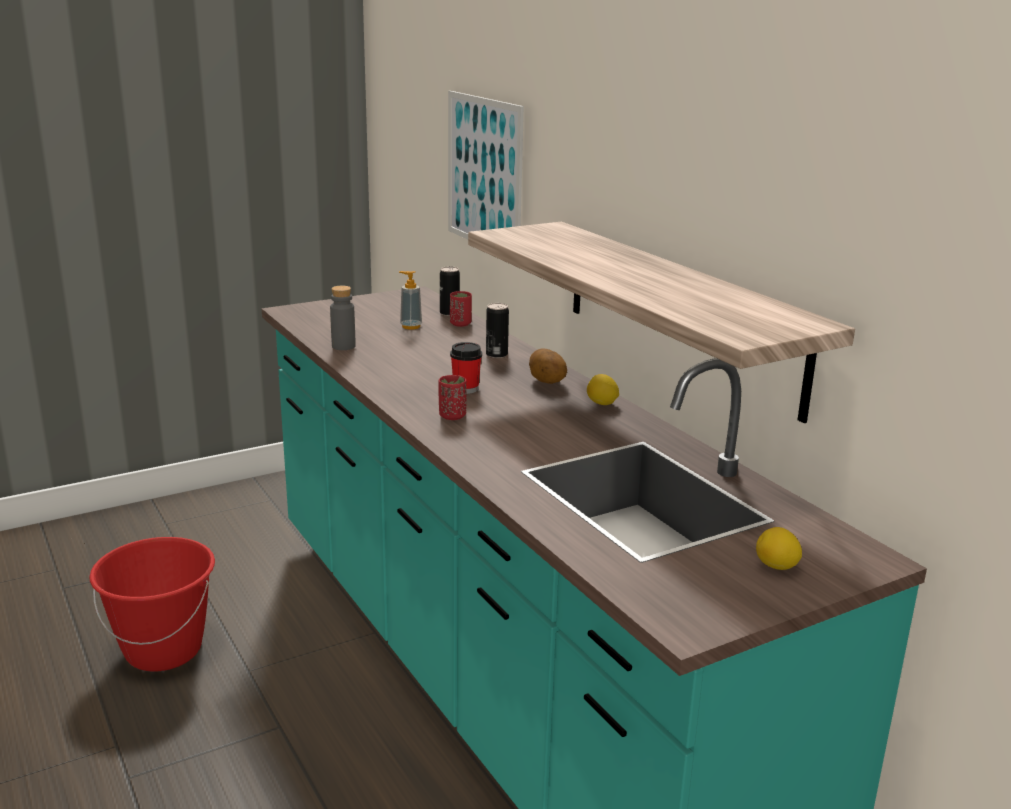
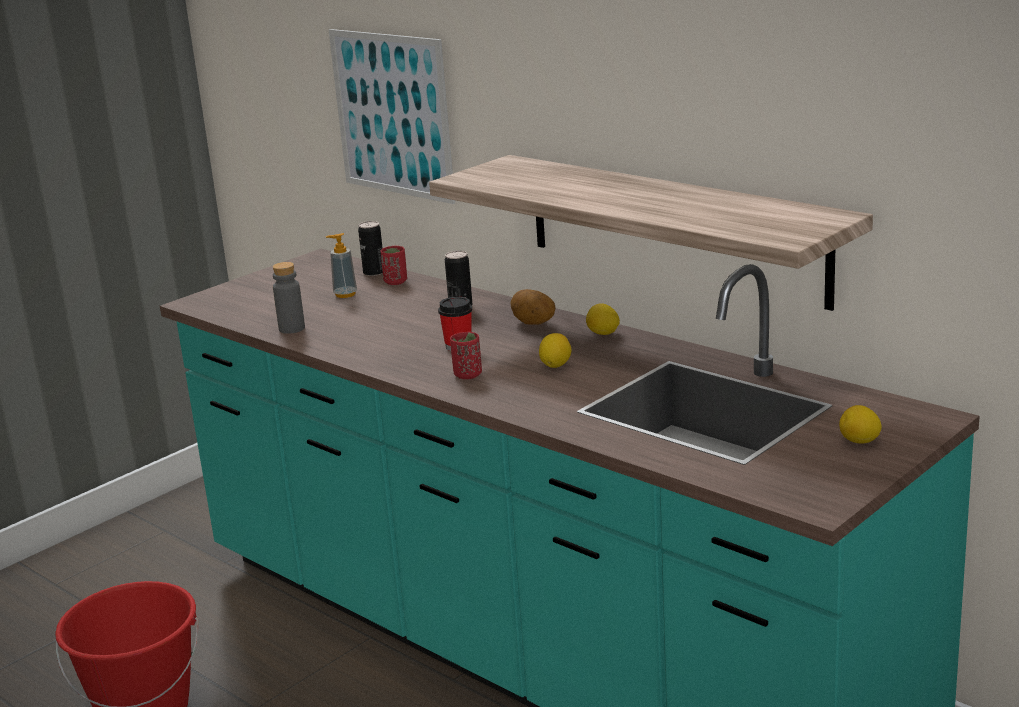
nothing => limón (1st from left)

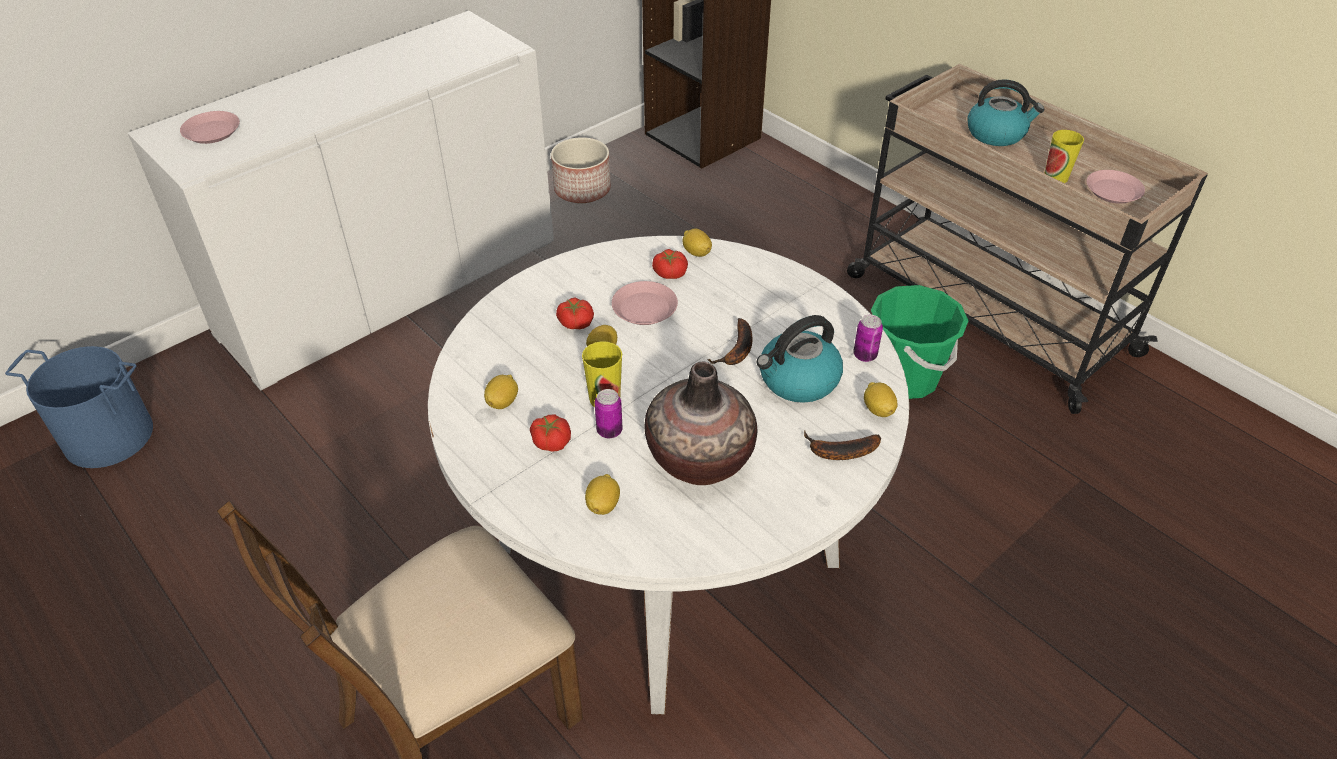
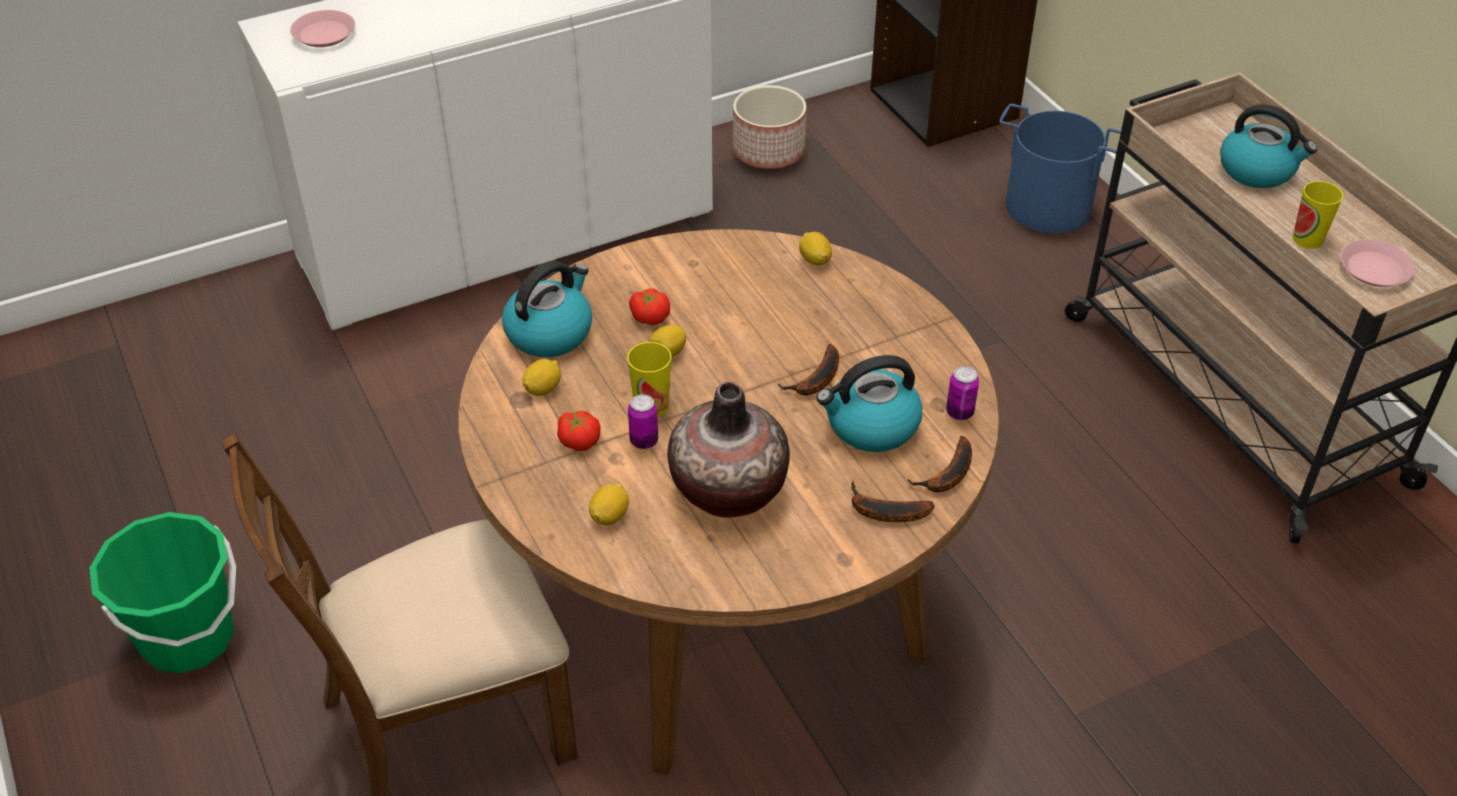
mesa de comedor (blanco) => mesa de comedor (marrón)
tomate (3rd from left) => nothing
plato (rosa) (2nd from left) => nothing
cubo (verde), moved
cubo (azul), moved
limón (5th from left) => plátano (3rd from left)
nothing => hervidor (1st from left)

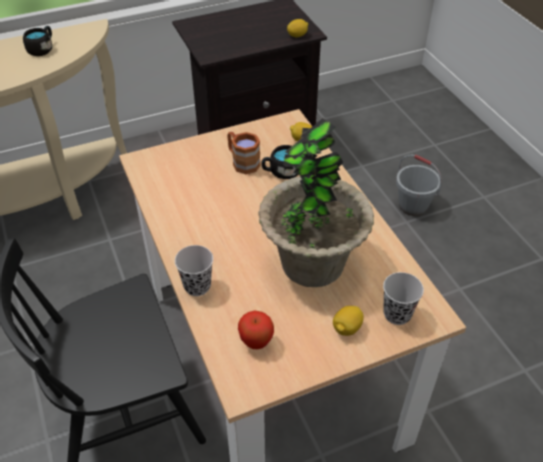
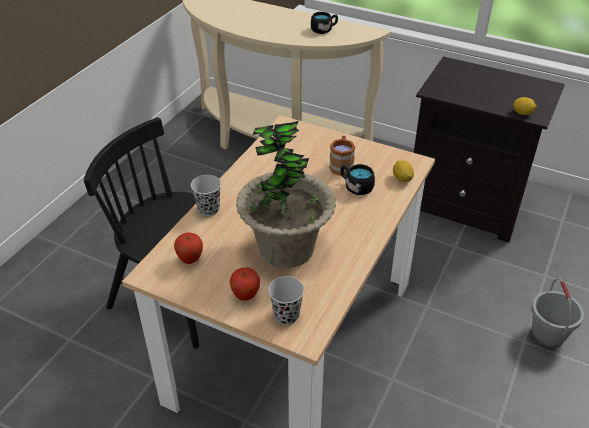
limón (3rd from left) => manzana (2nd from left)

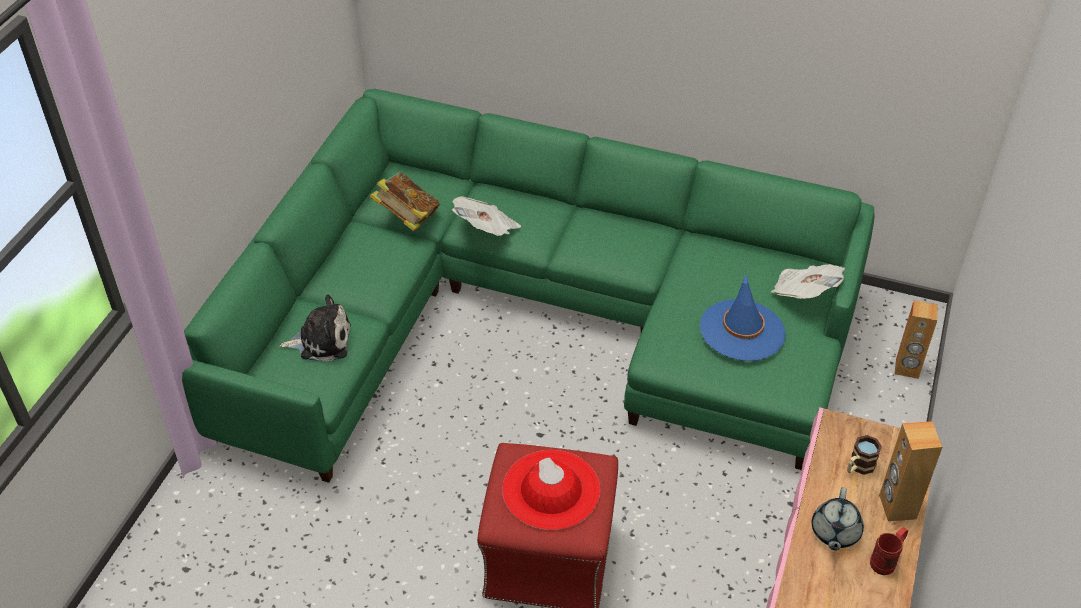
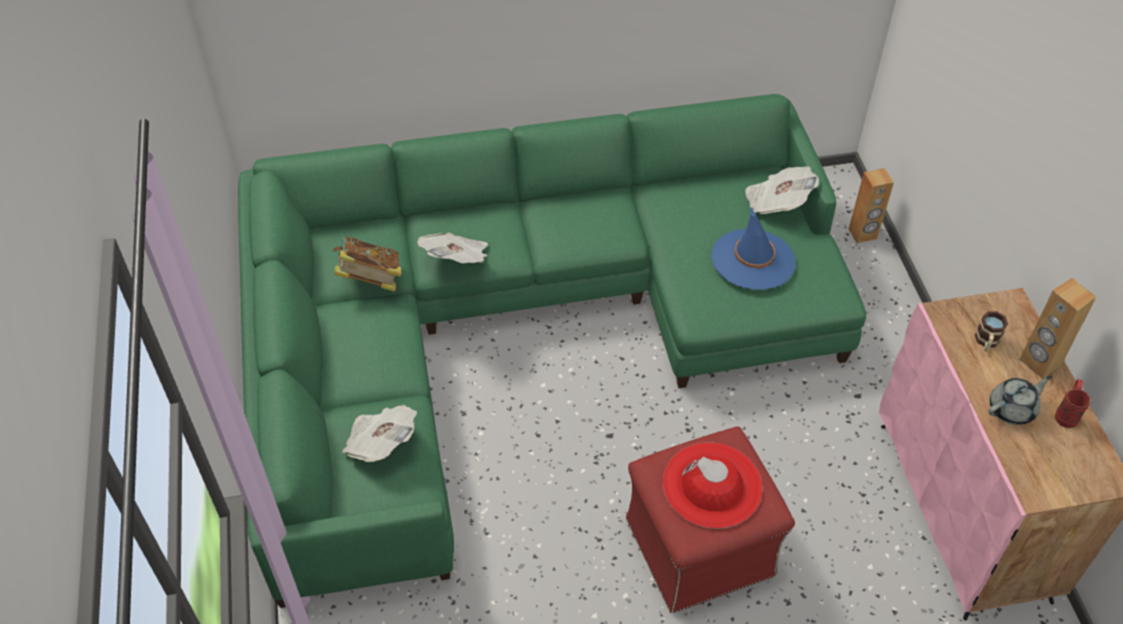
peluche => periódico (1st from left)
tetera (gris), 105 degrees counterclockwise

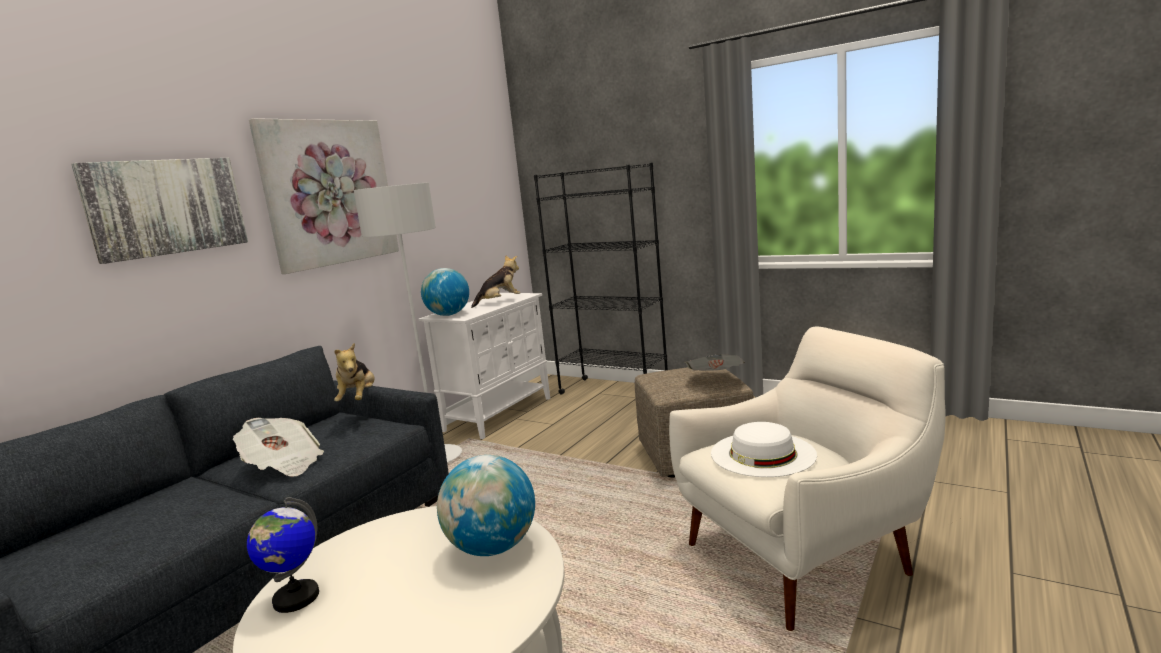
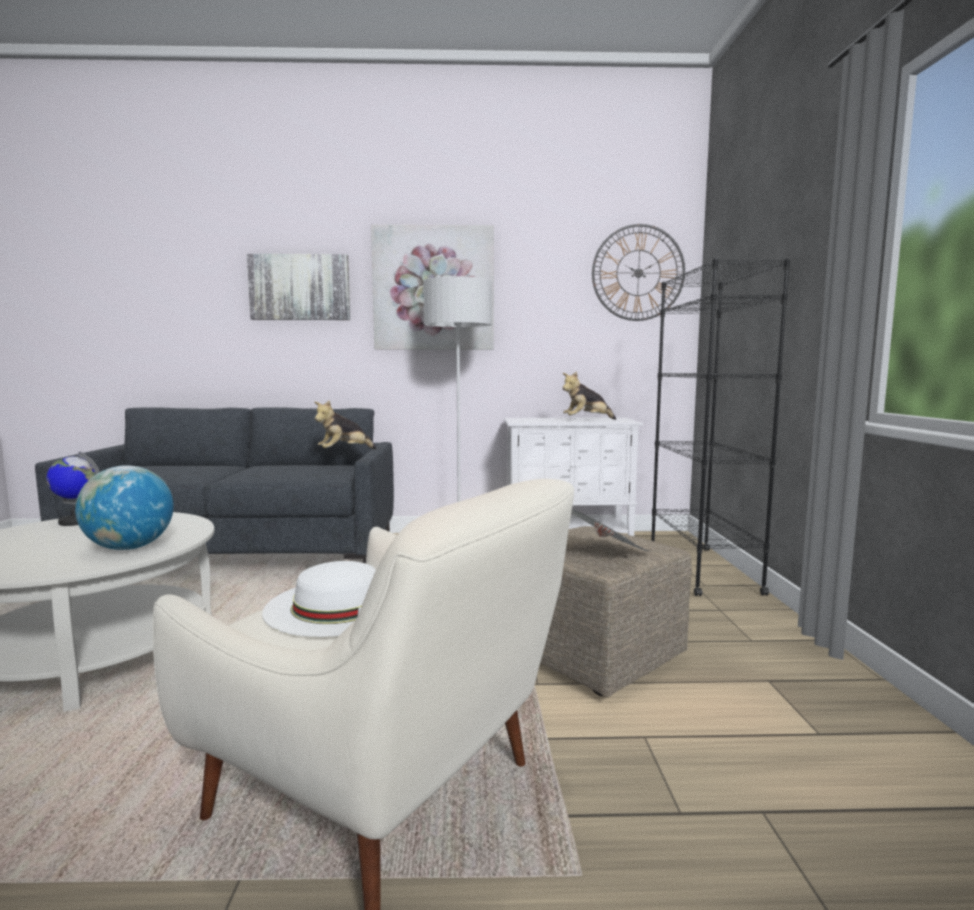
peluche (2nd from left), 135 degrees clockwise
globo terráqueo (2nd from left) => nothing
periódico (1st from left) => nothing
nothing => reloj de pared

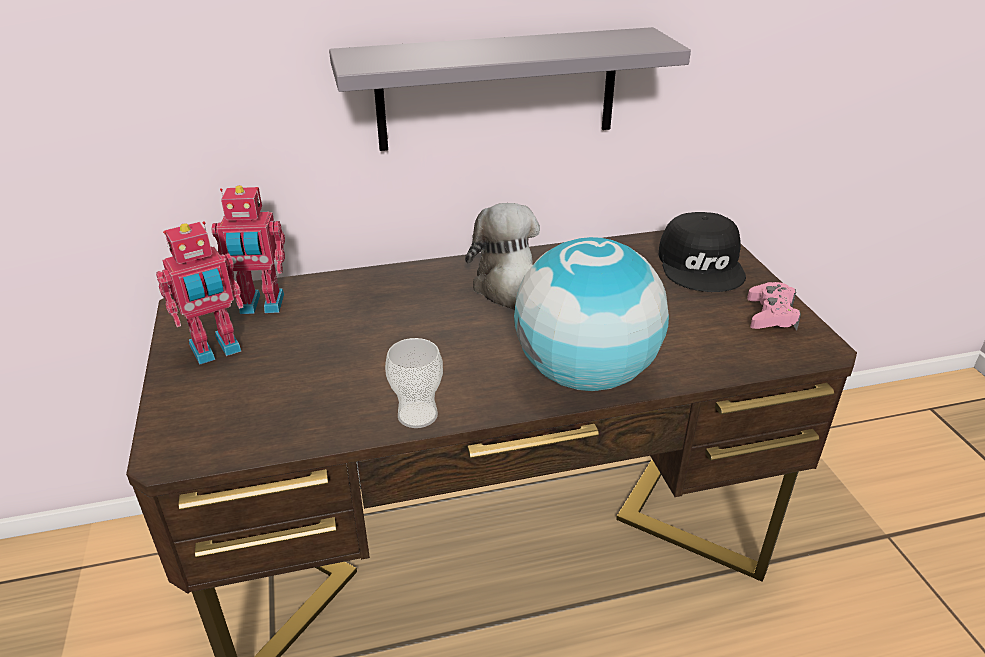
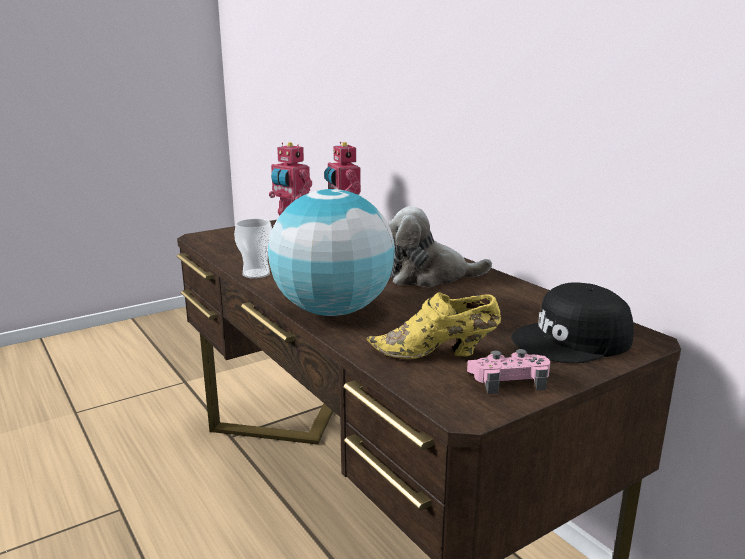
estante (gris) => nothing
peluche, 150 degrees counterclockwise
nothing => zapato (amarillo)

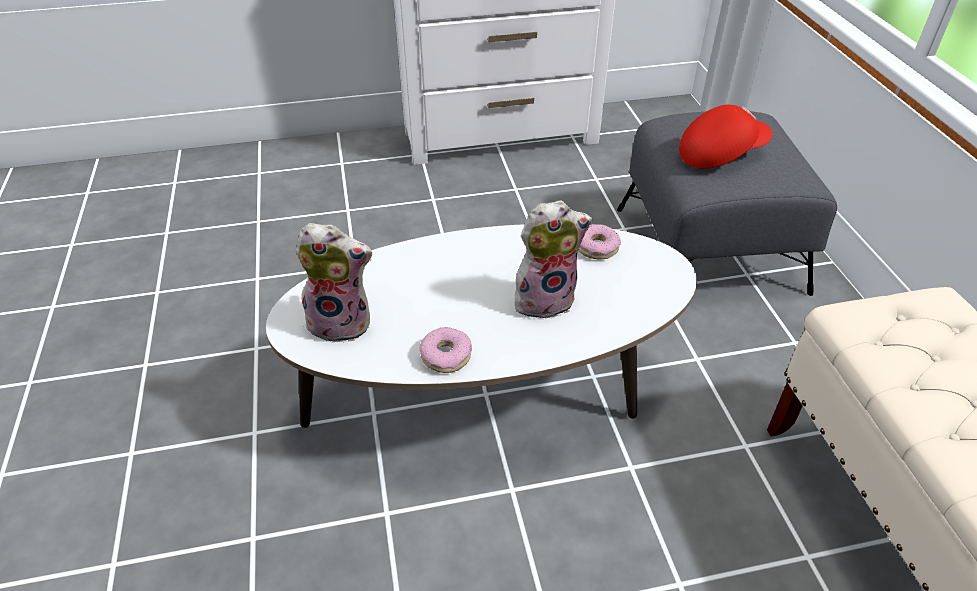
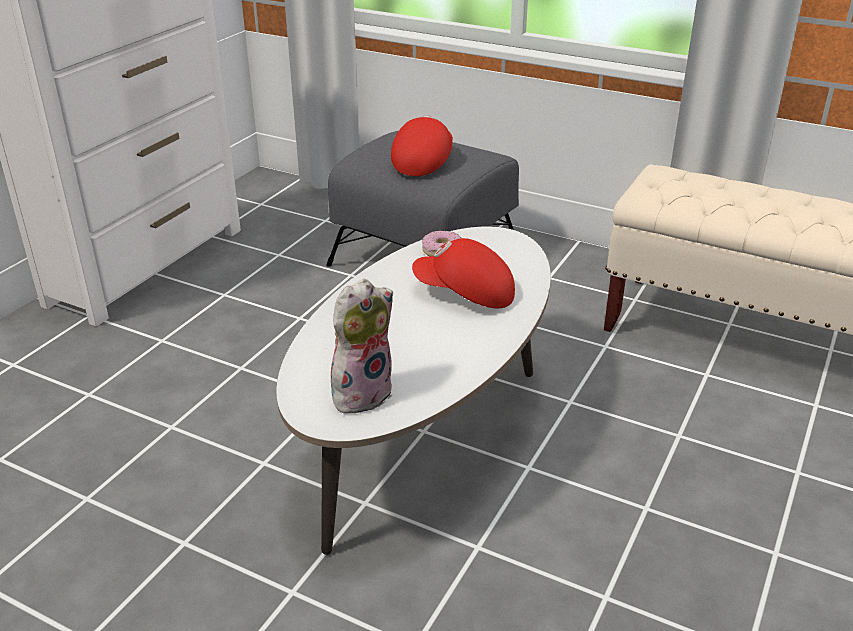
peluche (2nd from left) => gorra (rojo) (2nd from left)
rosquilla (1st from left) => nothing

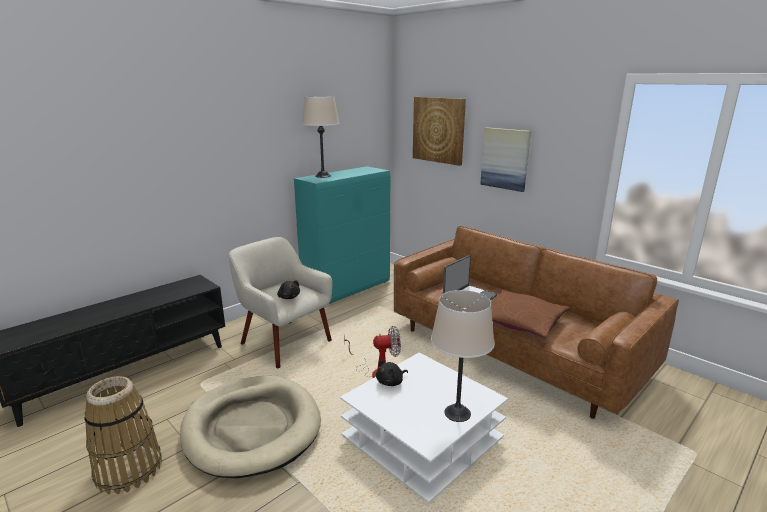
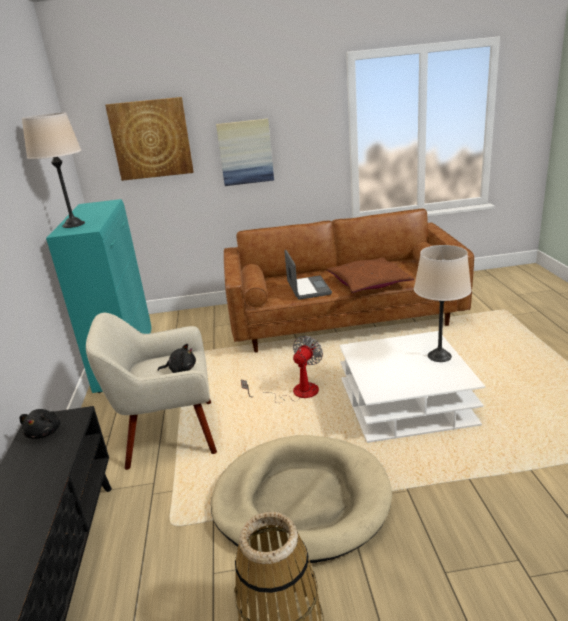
peluche (negro) (2nd from left in the first image) => peluche (negro) (1st from left), moved

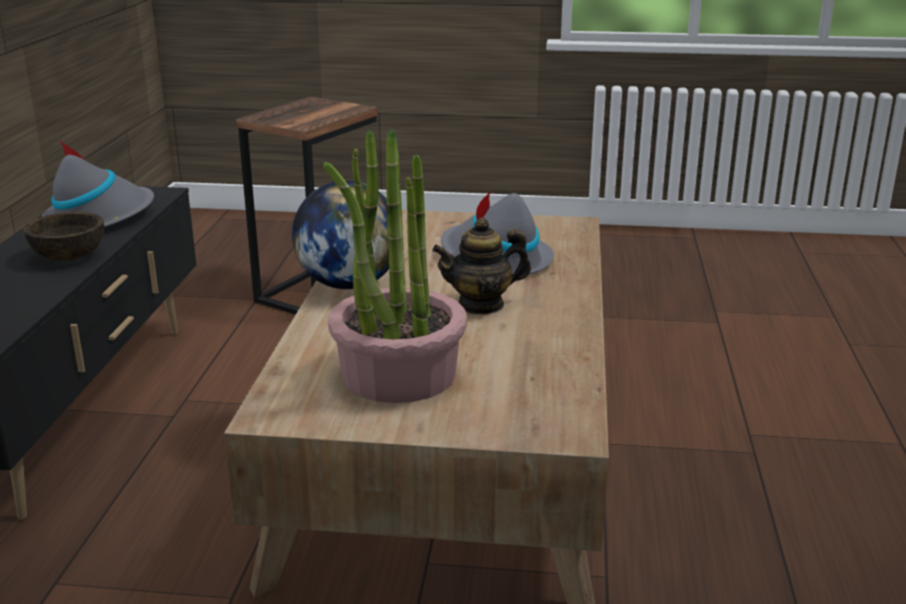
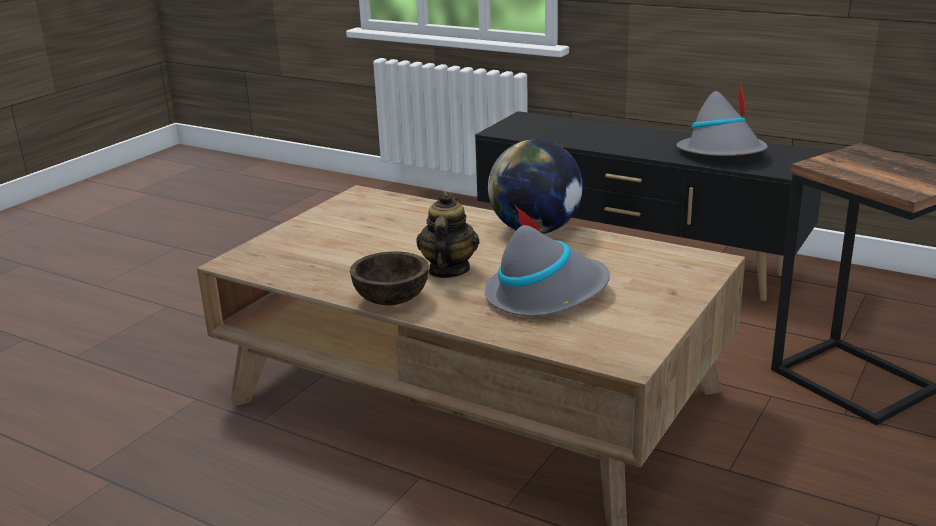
planta en maceta => nothing
cuenco (marrón), moved

